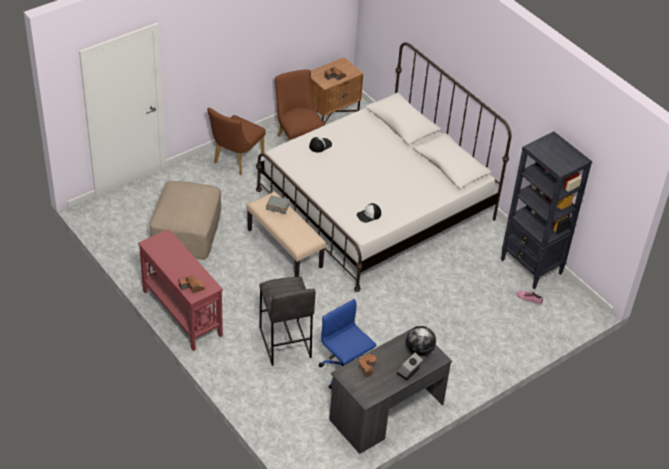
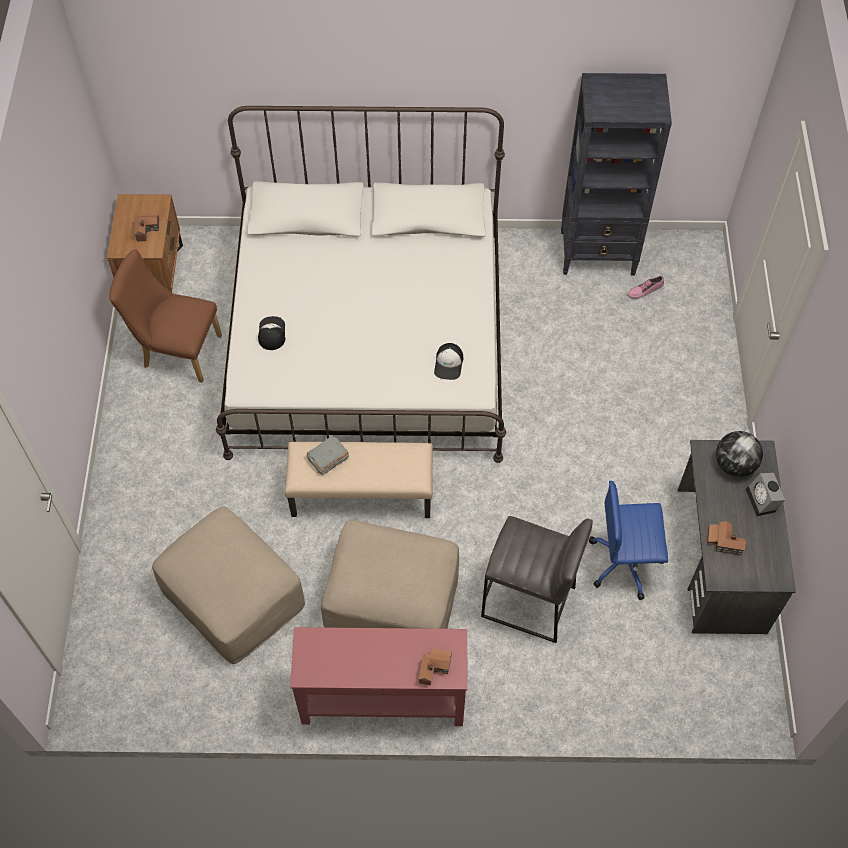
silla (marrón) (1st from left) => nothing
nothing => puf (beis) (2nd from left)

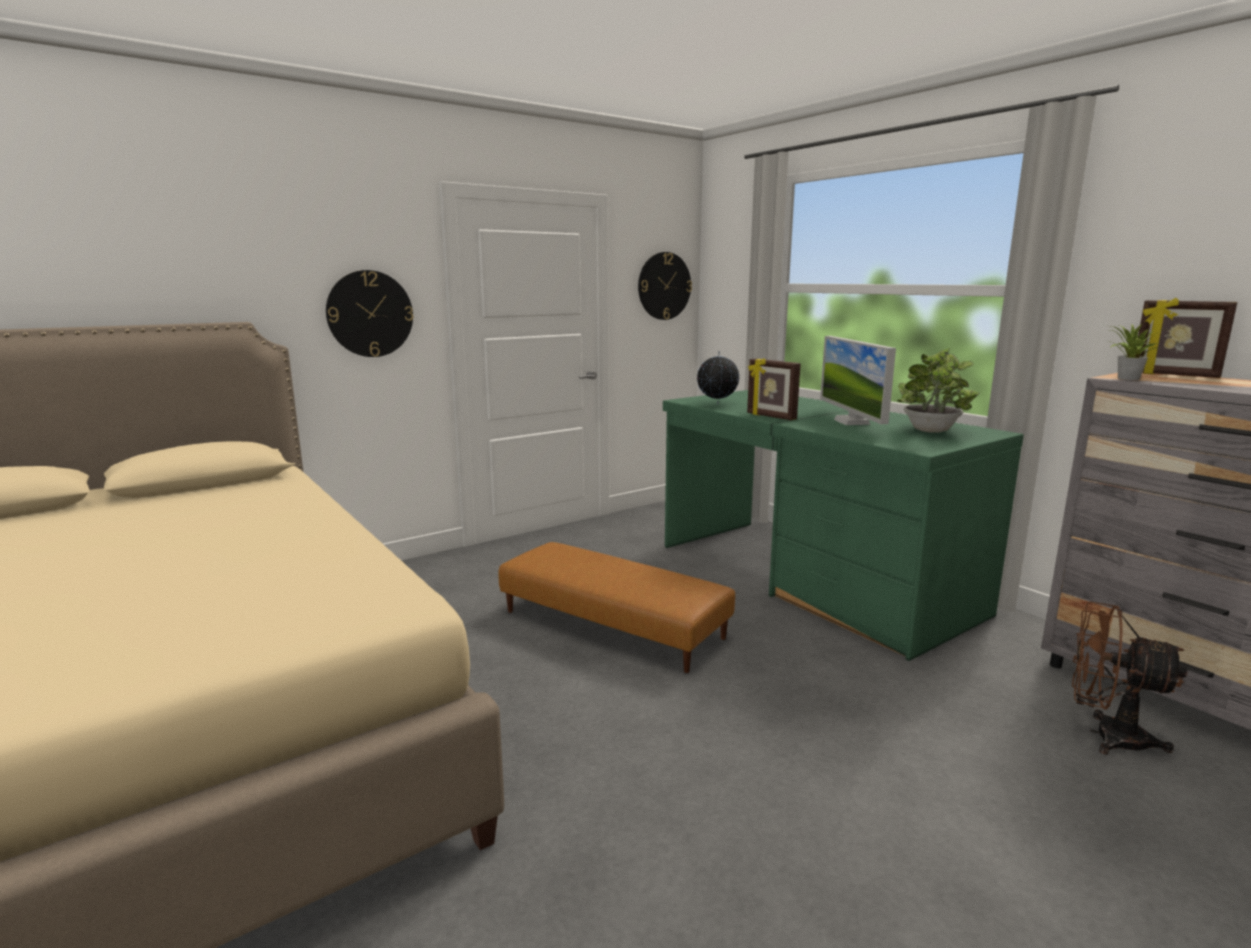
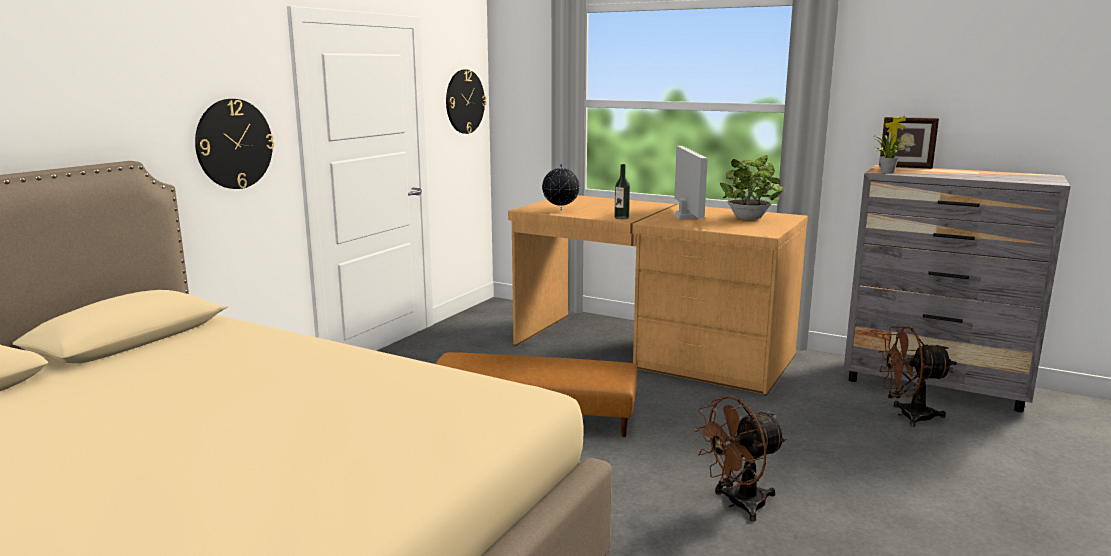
monitor, 150 degrees counterclockwise
portarretratos (1st from left) => botella
escritorio (verde) => escritorio (marrón)
nothing => ventilador (marrón) (1st from left)

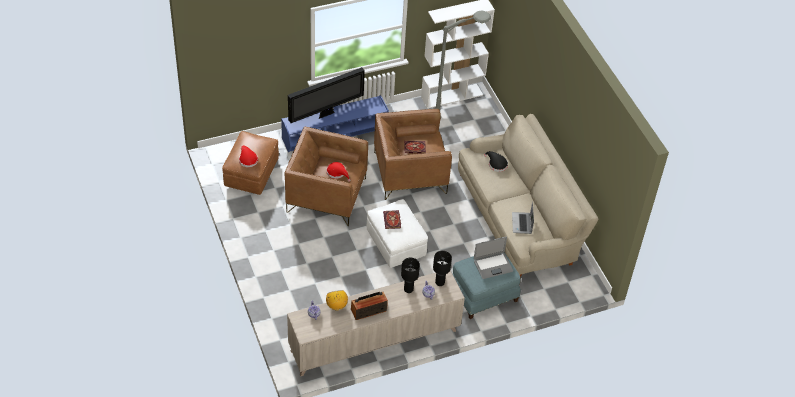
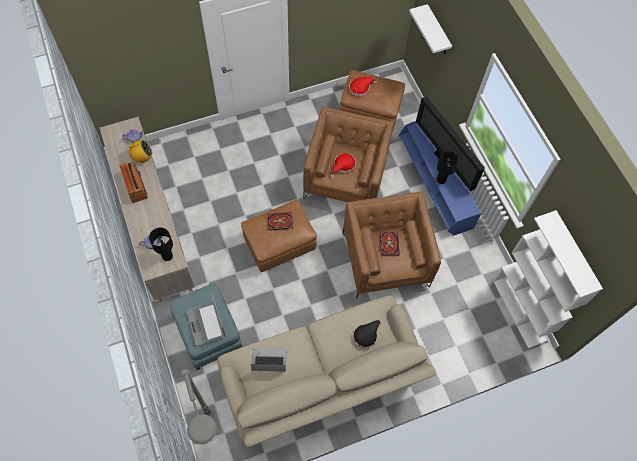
lámpara de pie (gris), moved
puf (blanco) => puf (marrón) (1st from left)
lámpara de mesa (negro) (1st from left in the first image) => lámpara de mesa (negro) (2nd from left), moved
nothing => estante (blanco)

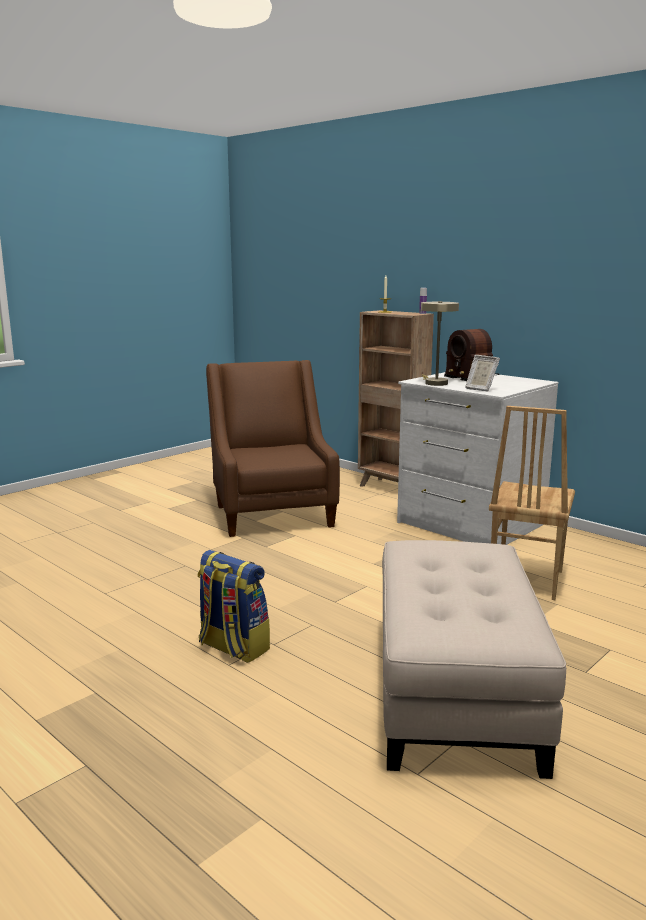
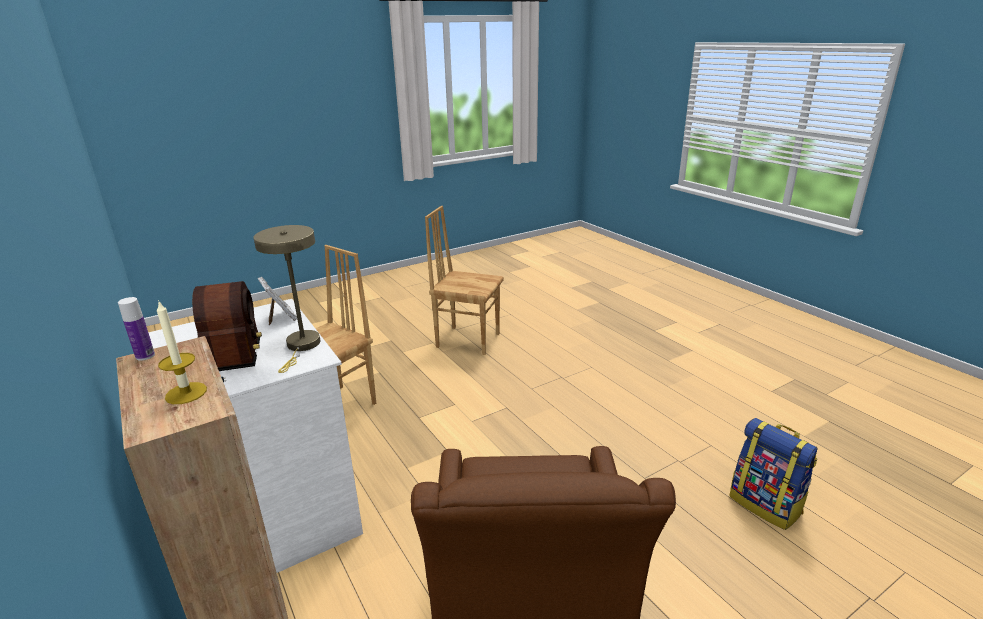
puf (beis) => silla (marrón) (2nd from left)
mochila, moved

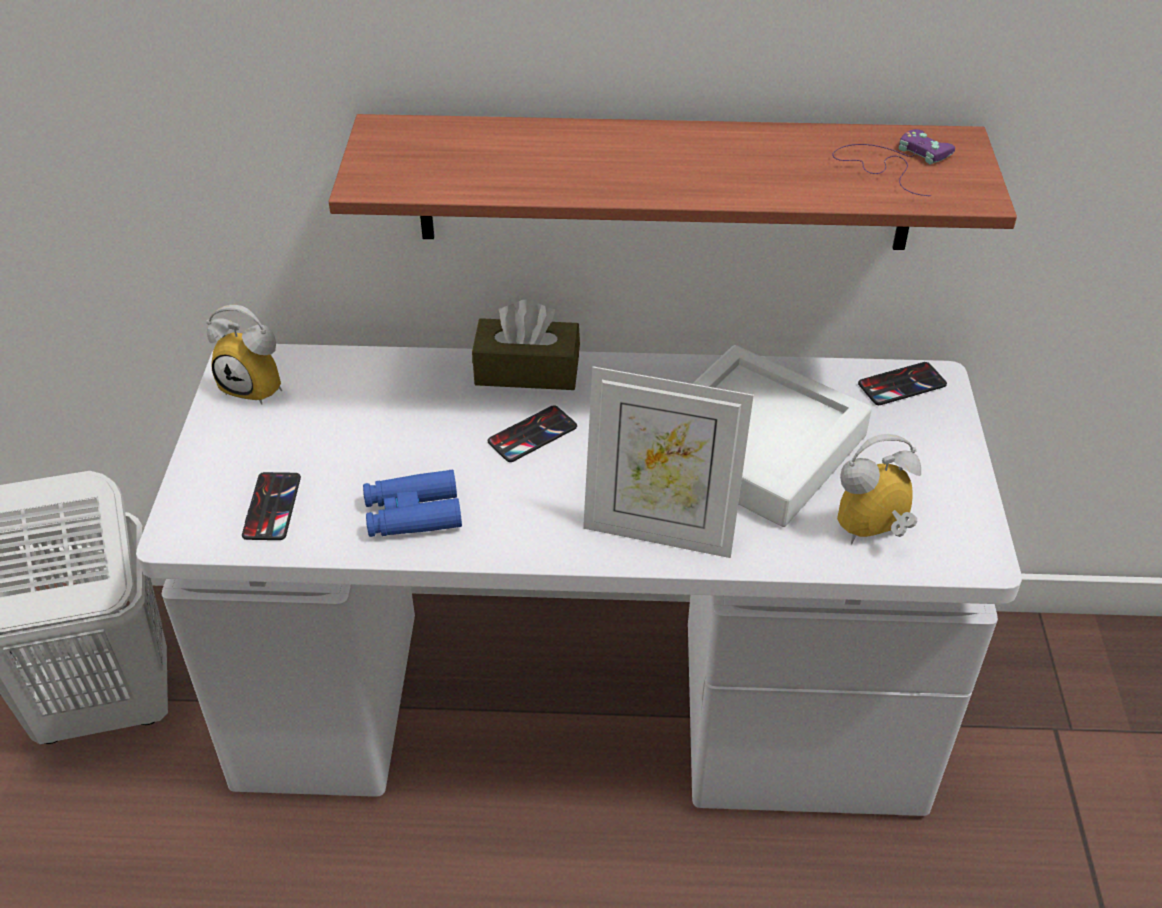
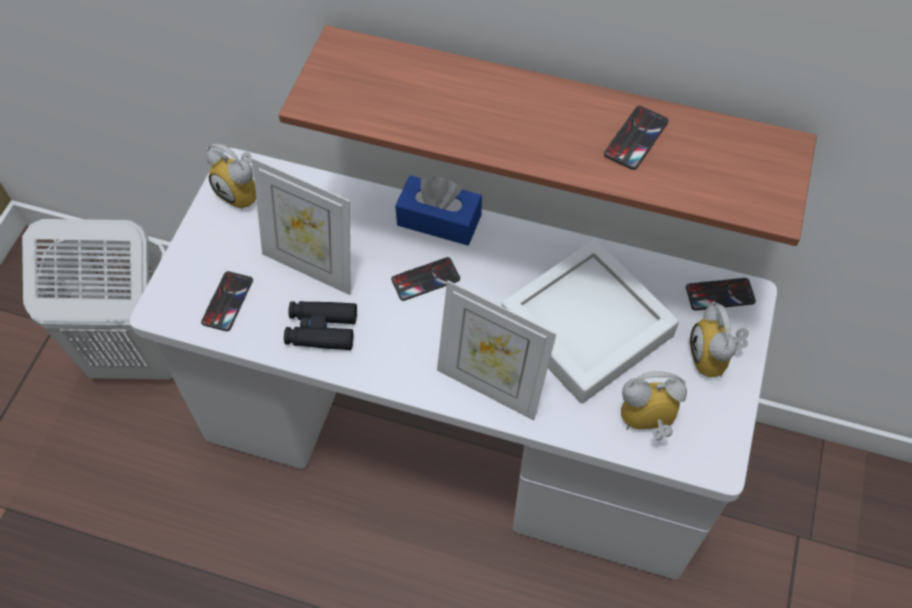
mando de consola (morado) => nothing
caja de pañuelos (marrón) => caja de pañuelos (azul)
prismáticos (azul) => prismáticos (negro)
nothing => móvil (3rd from left)
nothing => portarretratos (1st from left)
nothing => despertador (3rd from left)

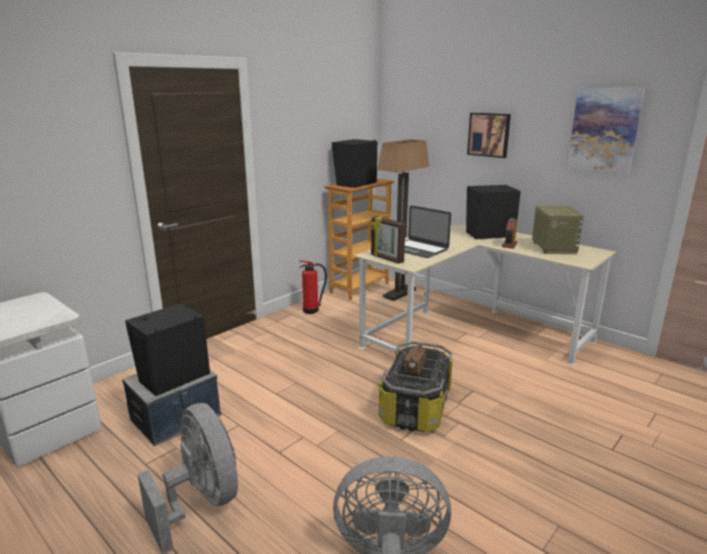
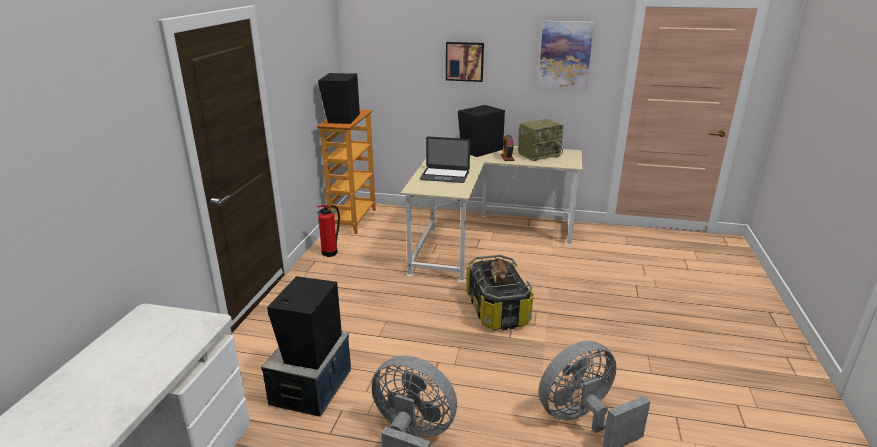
lámpara de pie => nothing
radio (2nd from left), 90 degrees clockwise
portarretratos => nothing

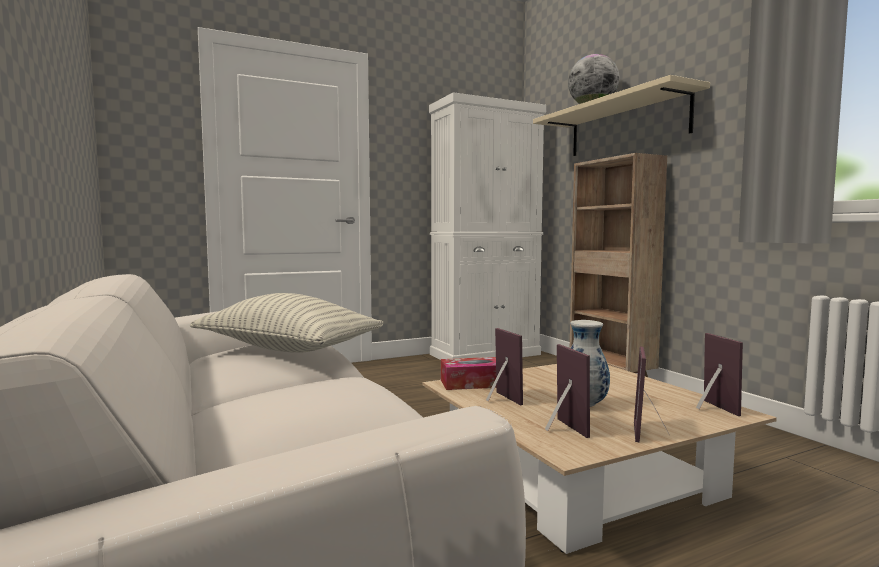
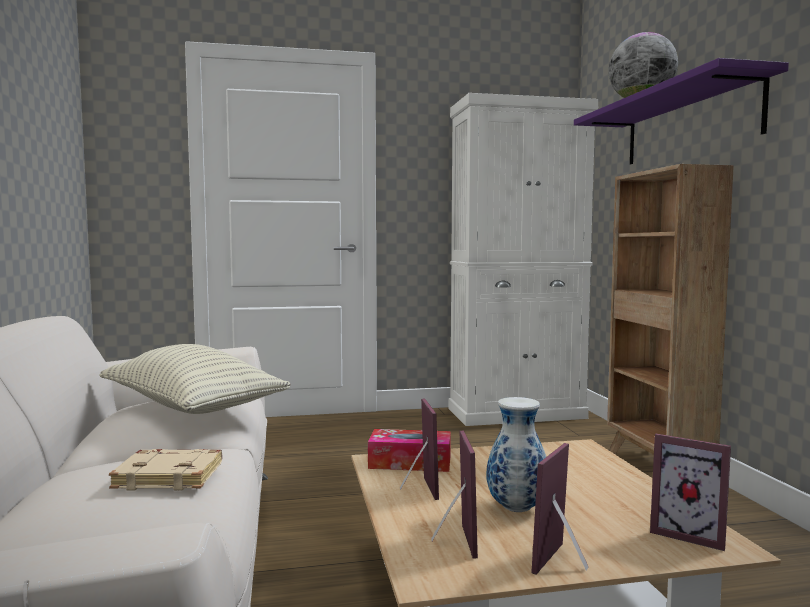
estante (beis) => estante (morado)
portarretratos (4th from left), 120 degrees clockwise
nothing => libro (beis)

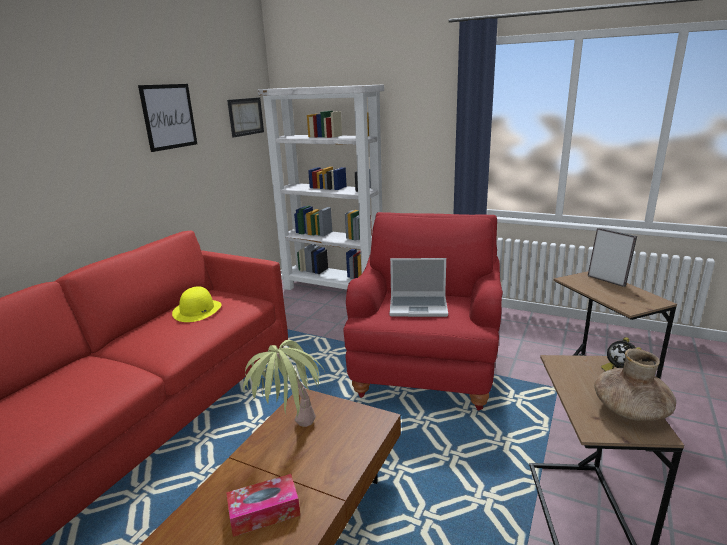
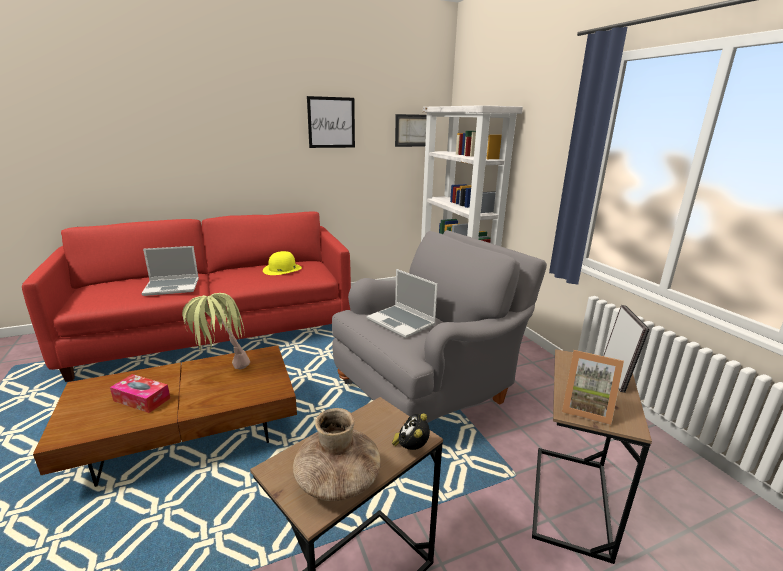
sillón (rojo) => sillón (gris)
nothing => portátil (1st from left)
nothing => portarretratos (1st from left)

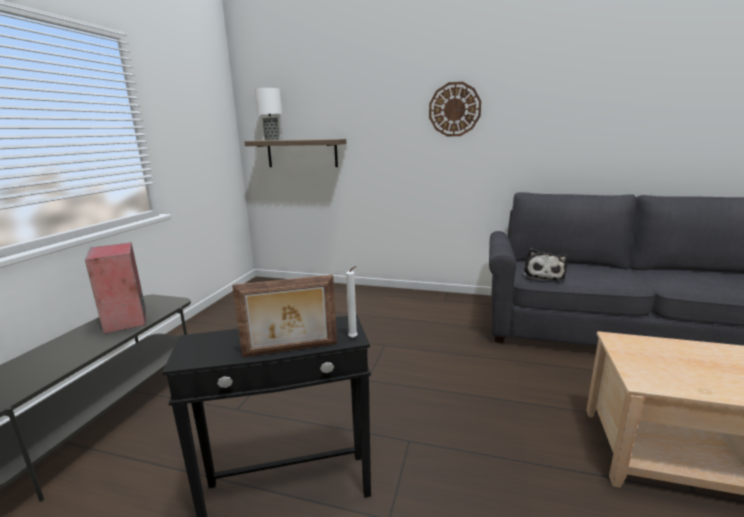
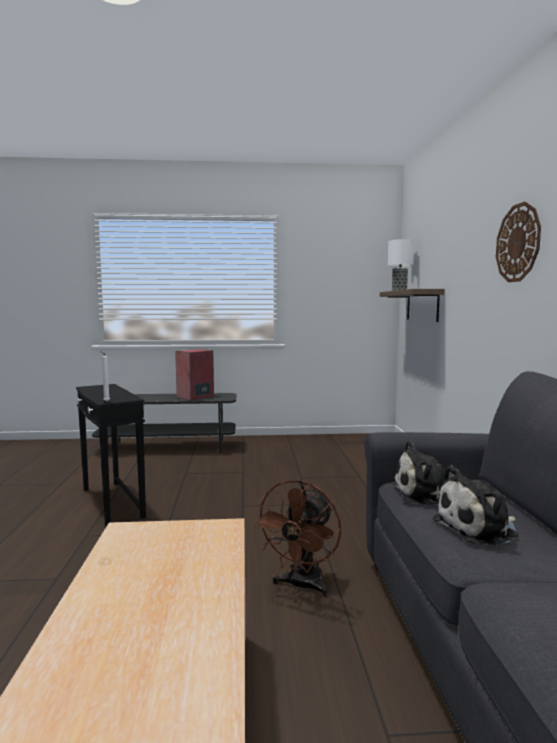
portarretratos => nothing
nothing => peluche (2nd from left)
nothing => ventilador (marrón)

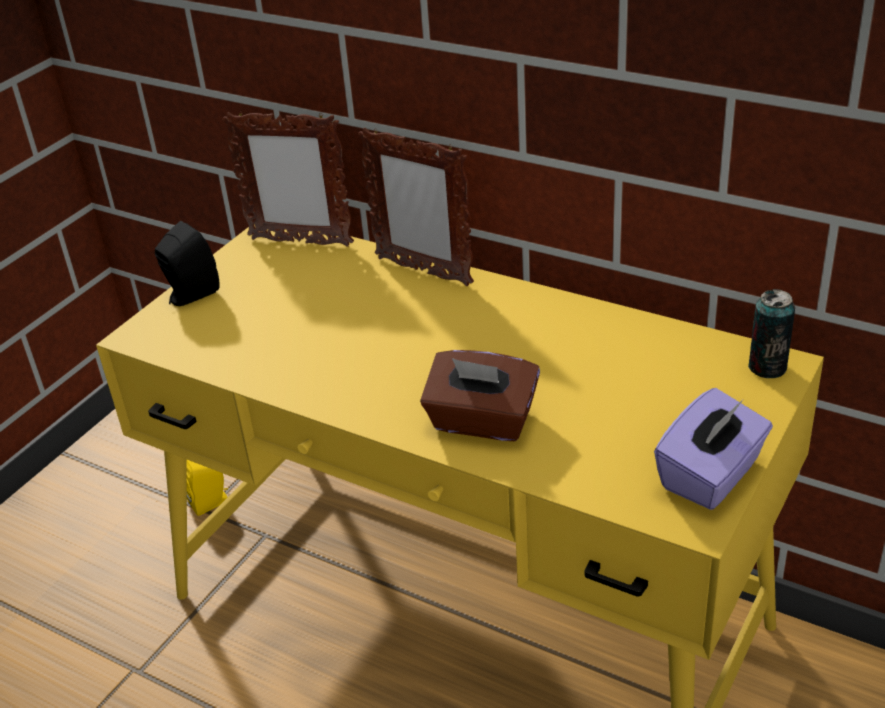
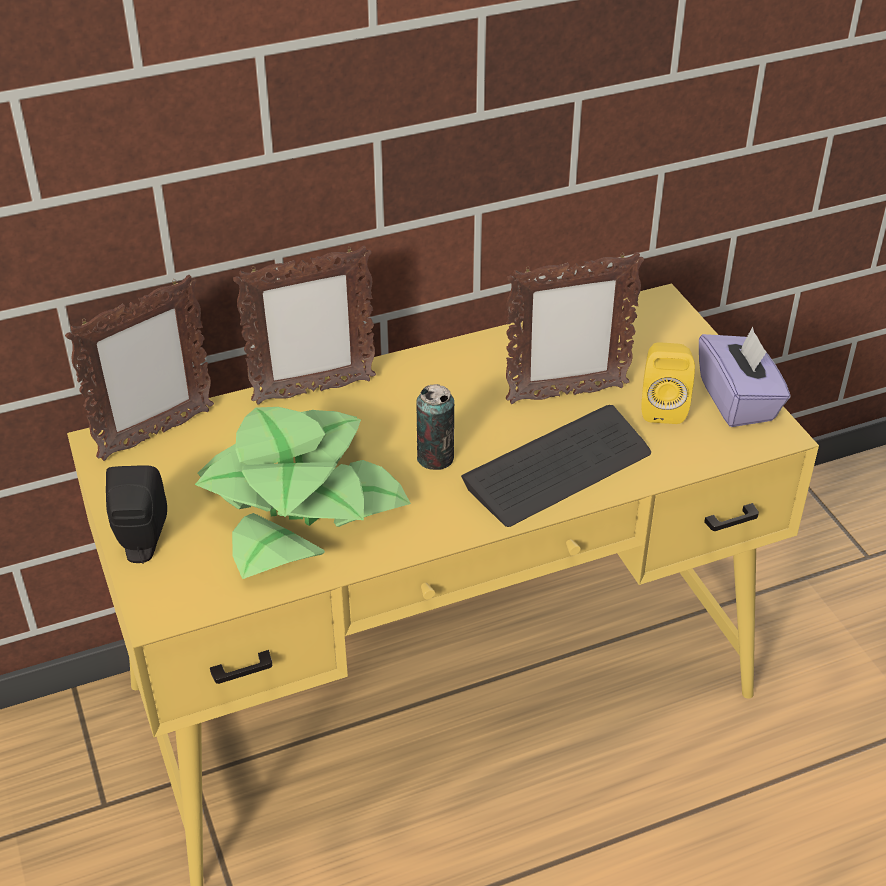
lata, moved
caja de pañuelos (marrón) => teclado
altavoz (amarillo), moved
nothing => portarretratos (3rd from left)
nothing => planta en maceta

